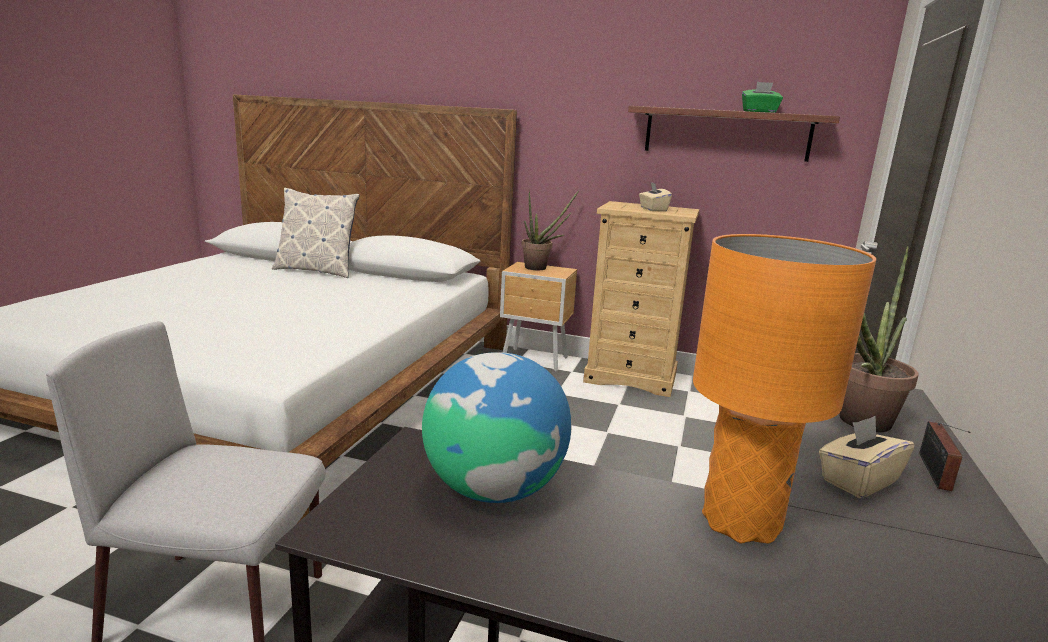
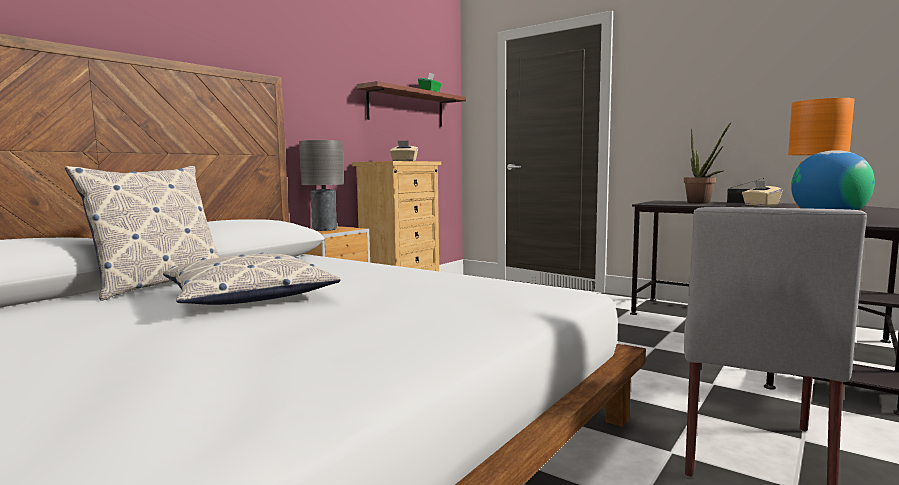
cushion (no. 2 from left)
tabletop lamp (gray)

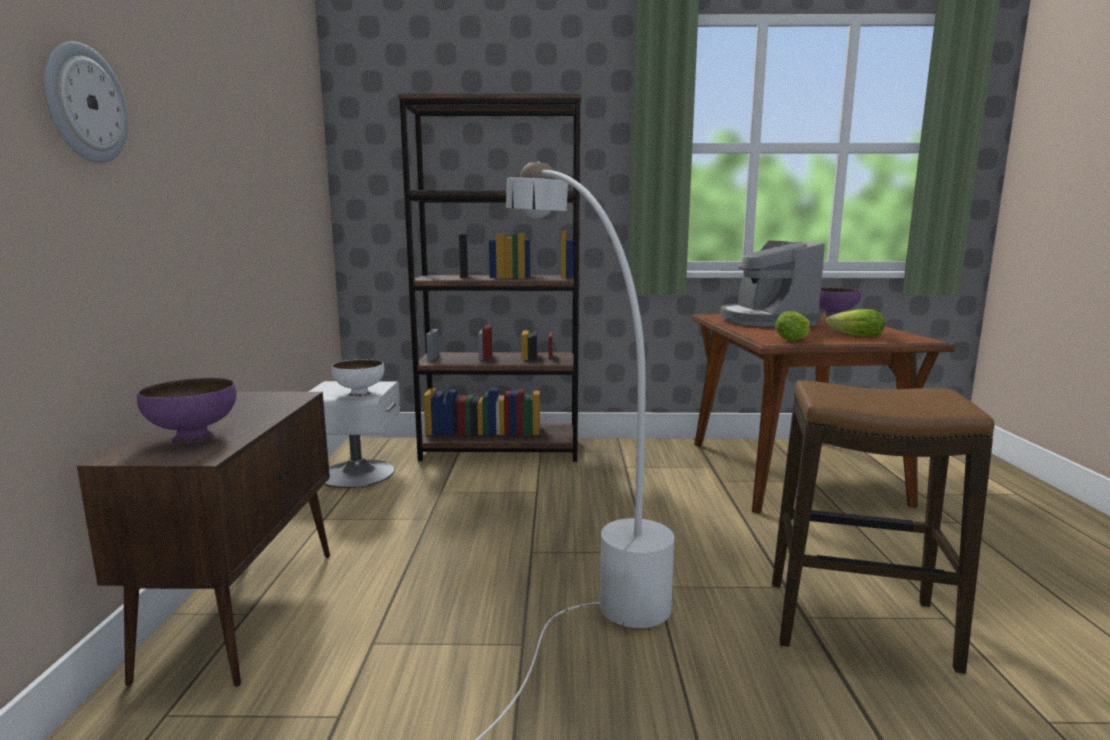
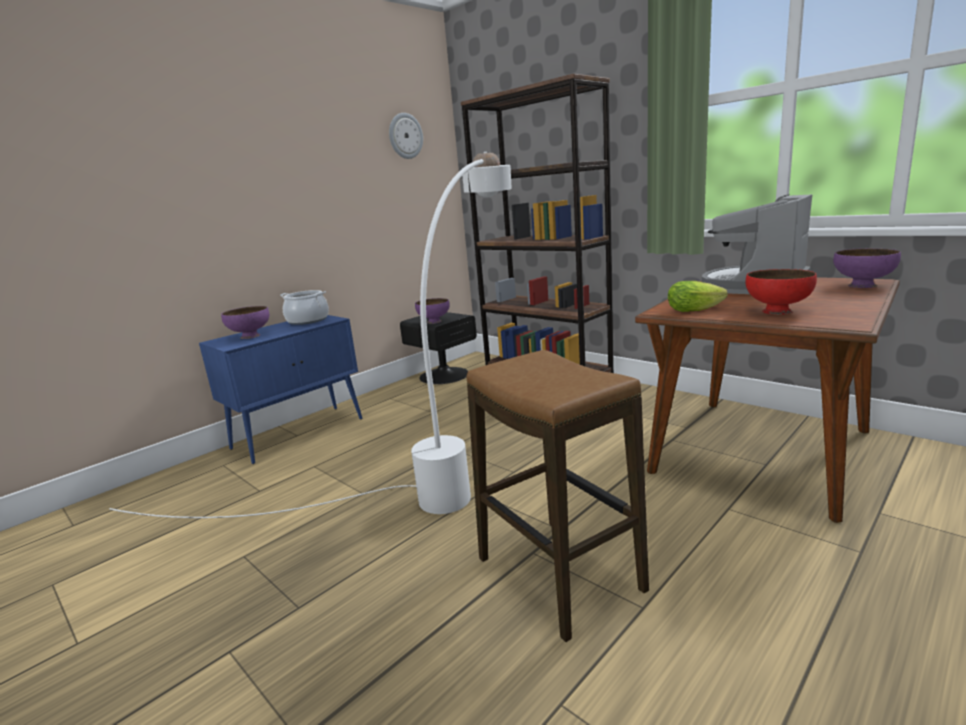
saucepot
wall clock
bowl (red-coloured)
cabinet (blue-coloured)
nightstand (black-coloured)
bowl (purple-coloured) (no. 2 from left)

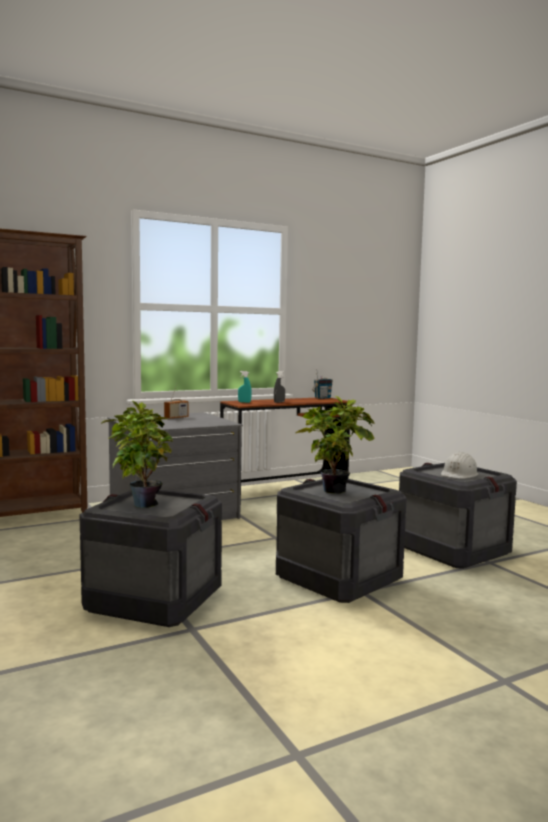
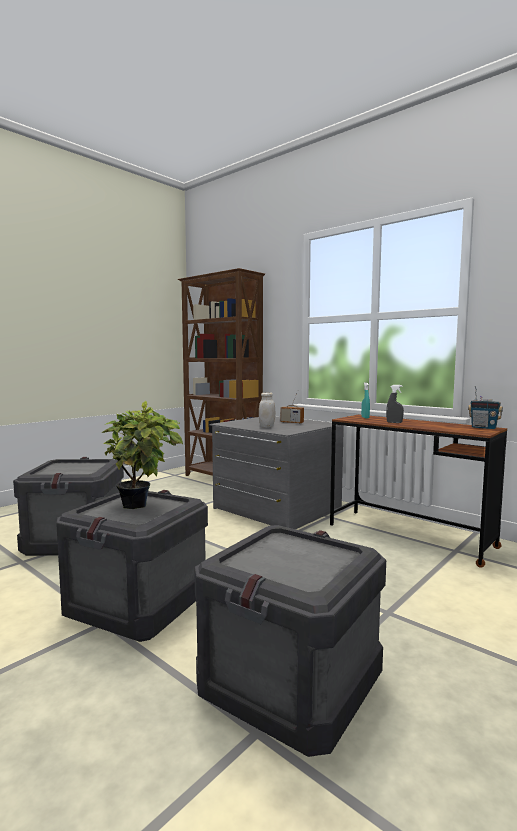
houseplant (no. 1 from left in the first image)
hard hat (white)
jar (white)

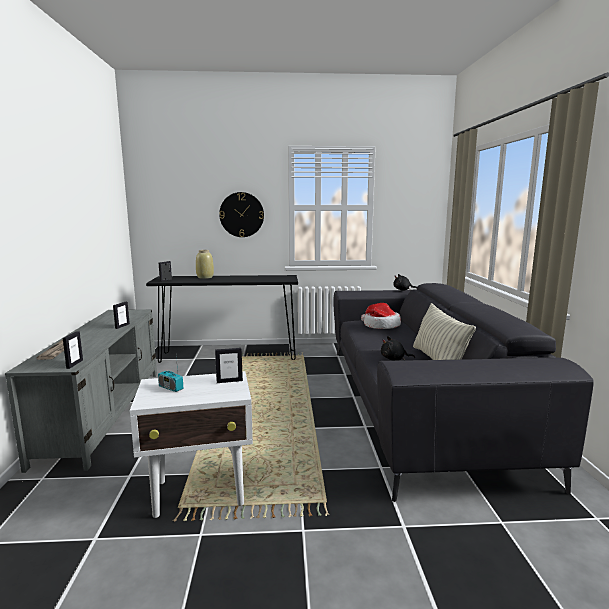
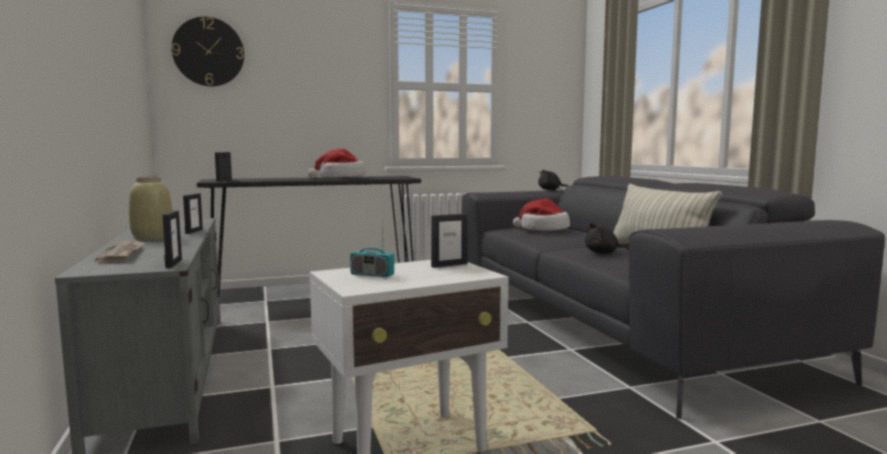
wearable hat (no. 1 from left)
vase (beige-coloured)
wall clock

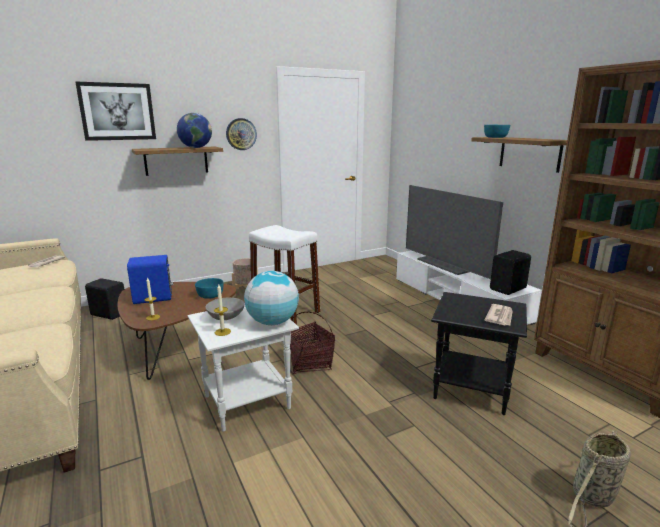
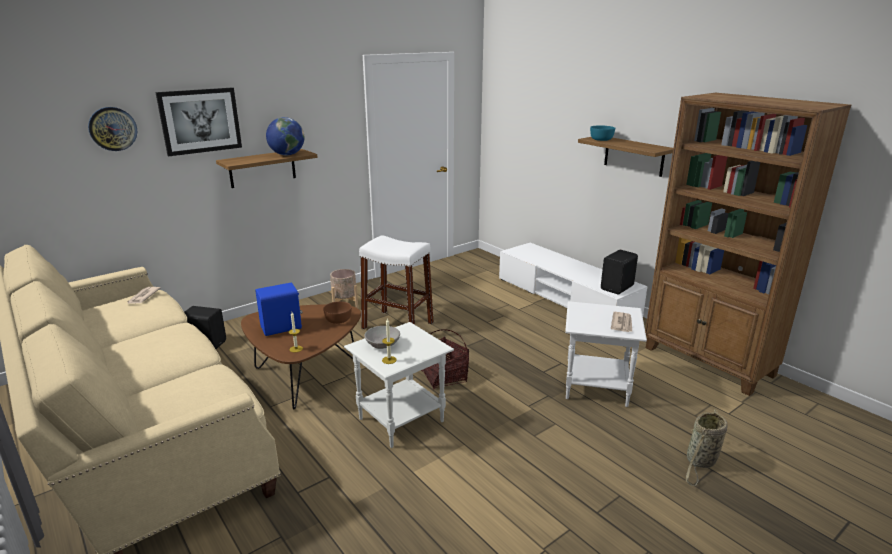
world globe (no. 2 from left in the first image)
television
wall clock
bowl (brown)
end table (white) (no. 2 from left)

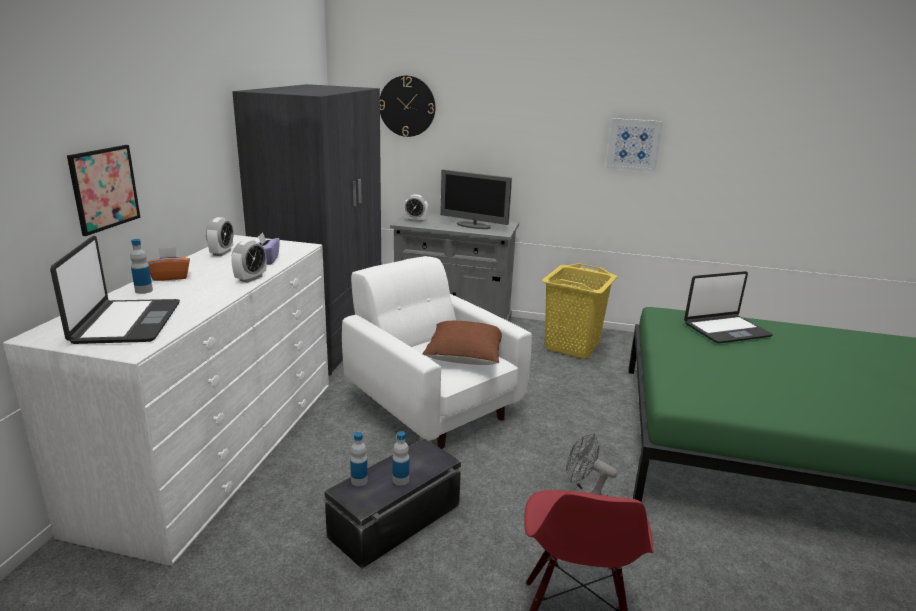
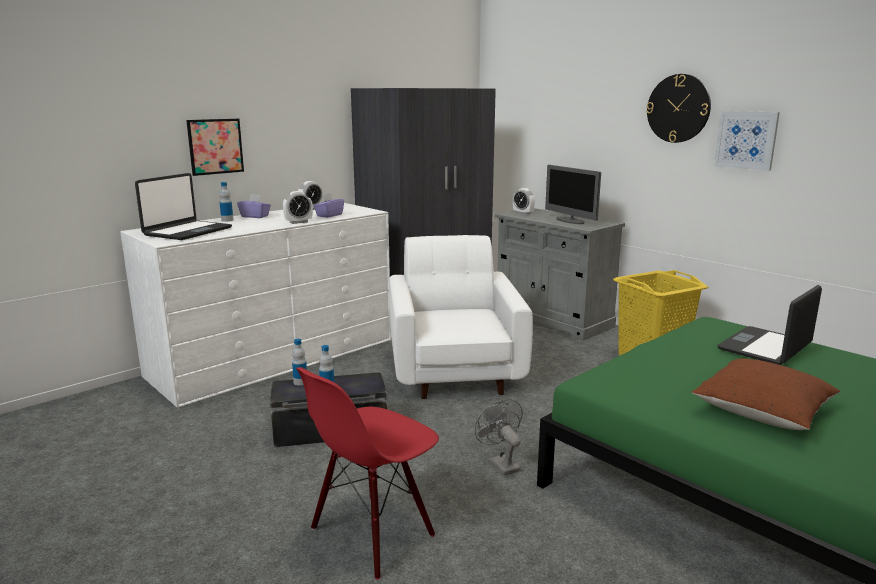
wall clock
cushion (brown)
box of tissues (purple-coloured) (no. 1 from left)
notebook computer (no. 2 from left)

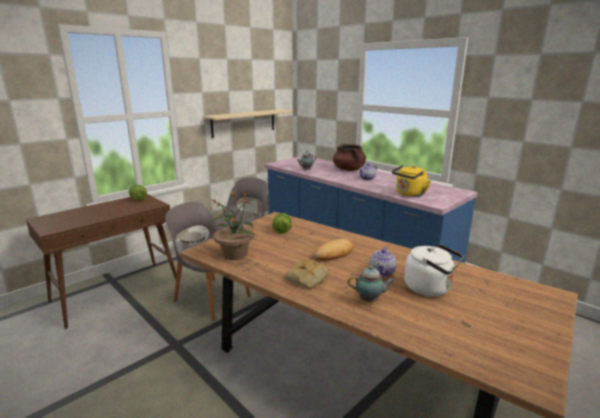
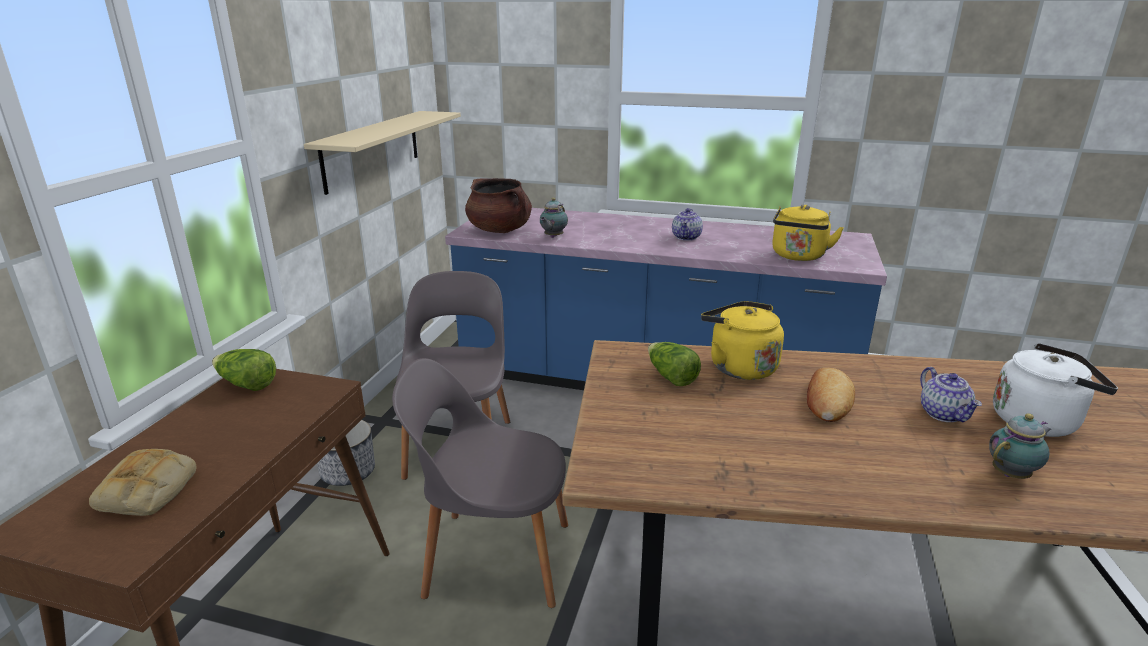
houseplant
tea kettle (yellow) (no. 1 from left)
baked bread (no. 1 from left)
saucepot (brown)

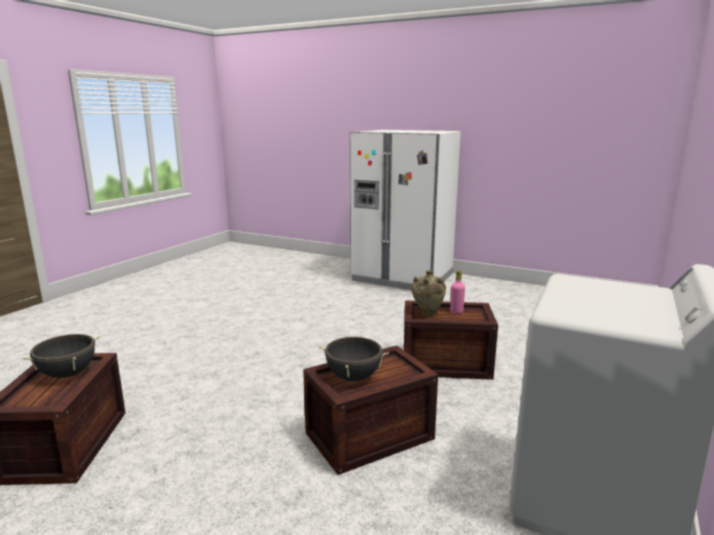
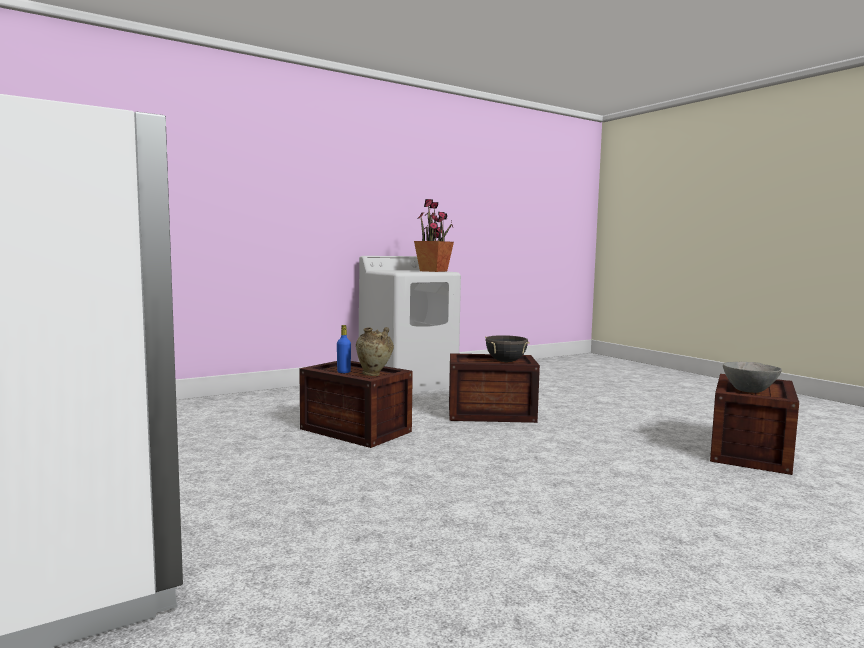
houseplant
bowl (gray)
drink bottle (blue-coloured)

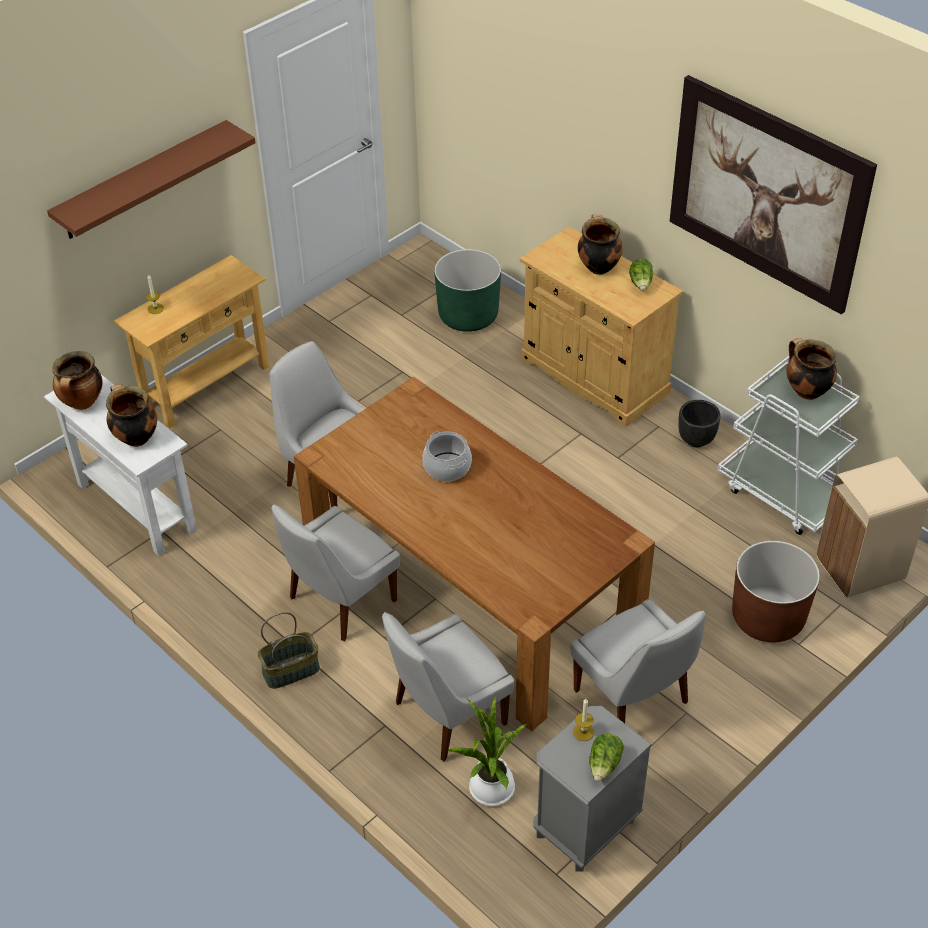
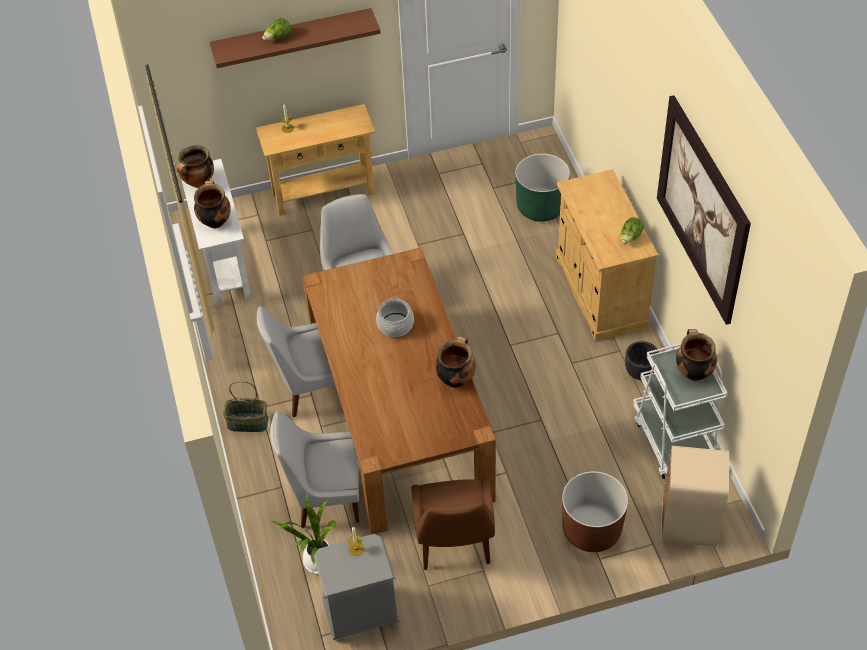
saucepot (no. 4 from left)
head of lettuce (no. 1 from left)
plain chair (brown)

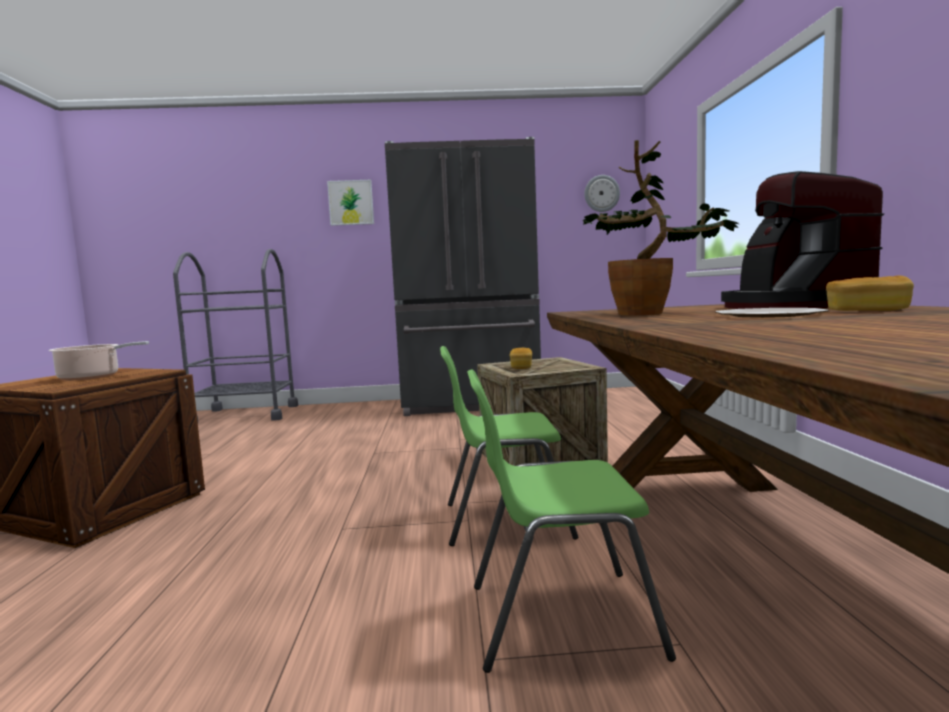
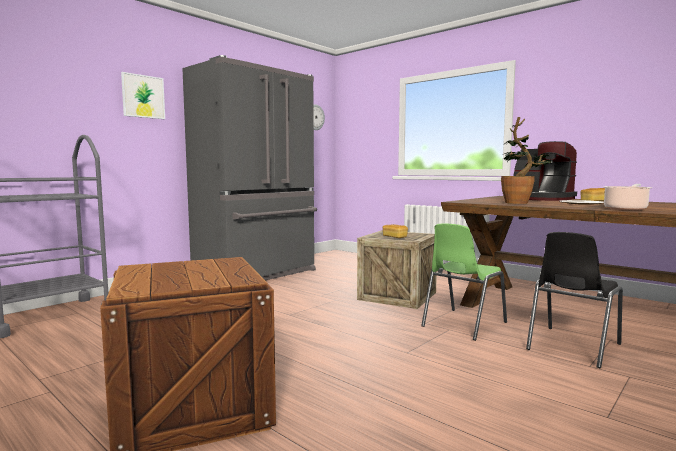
saucepot
plain chair (black-coloured)

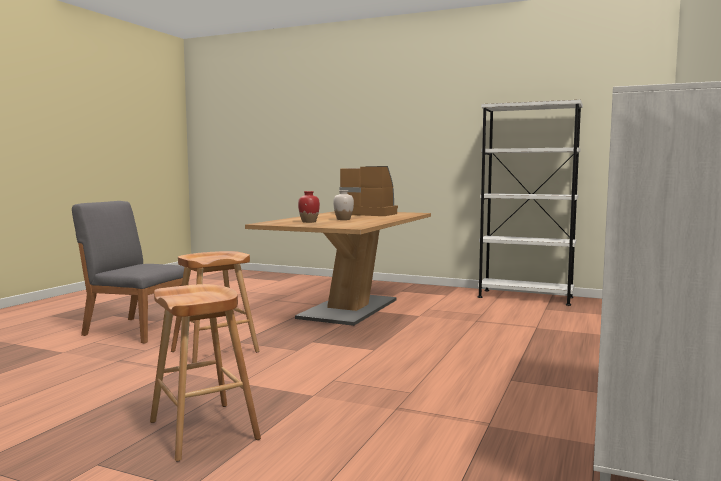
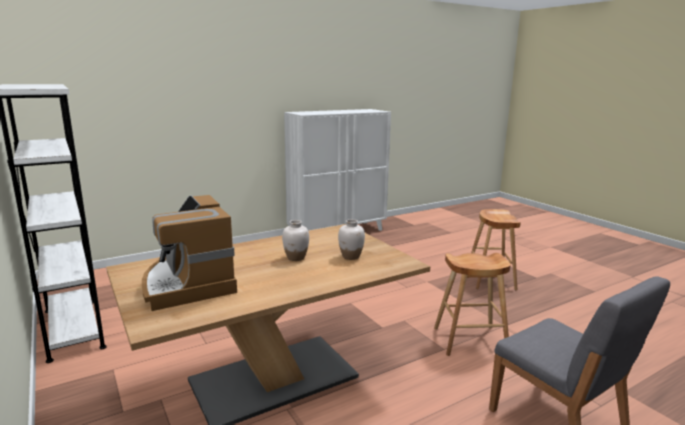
vase (white) (no. 2 from left)

